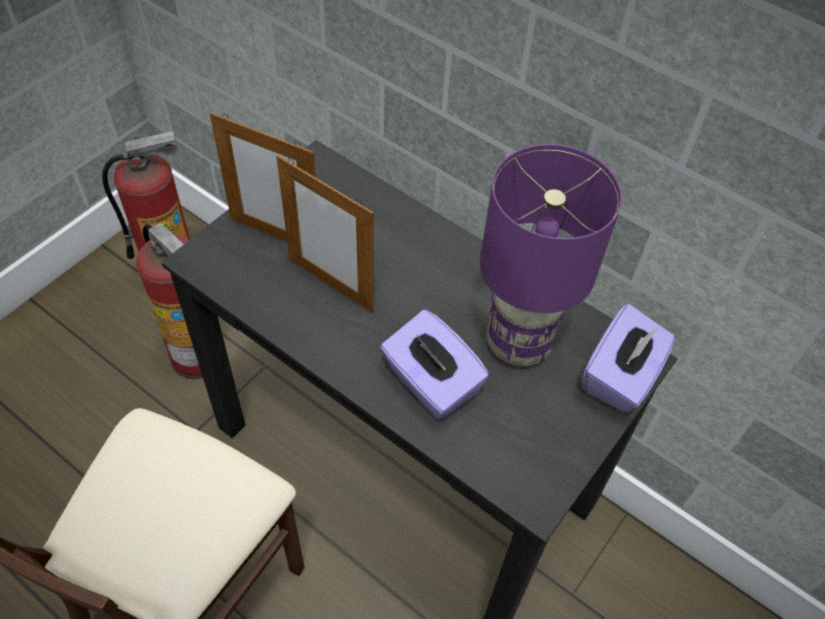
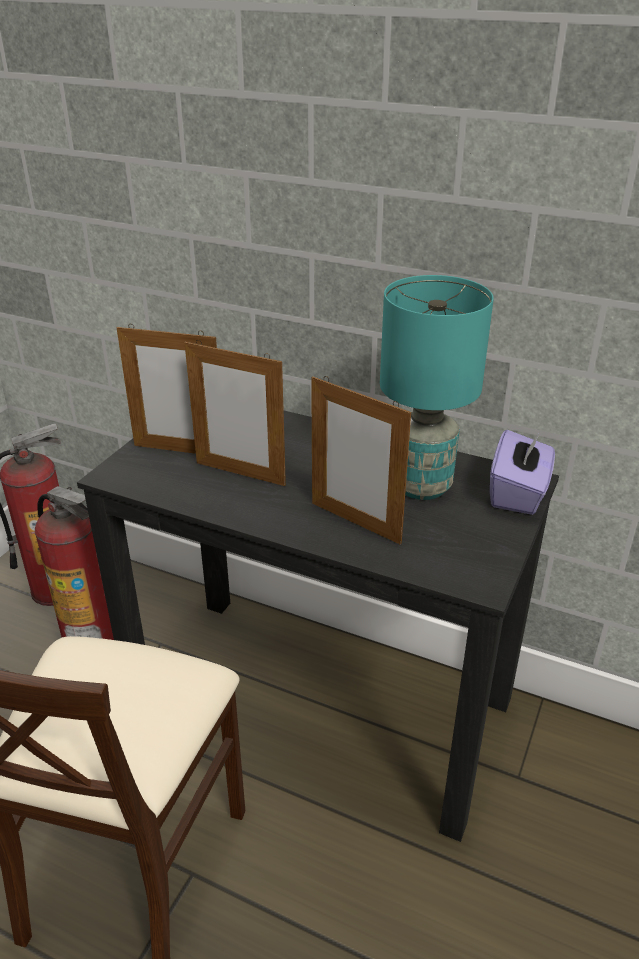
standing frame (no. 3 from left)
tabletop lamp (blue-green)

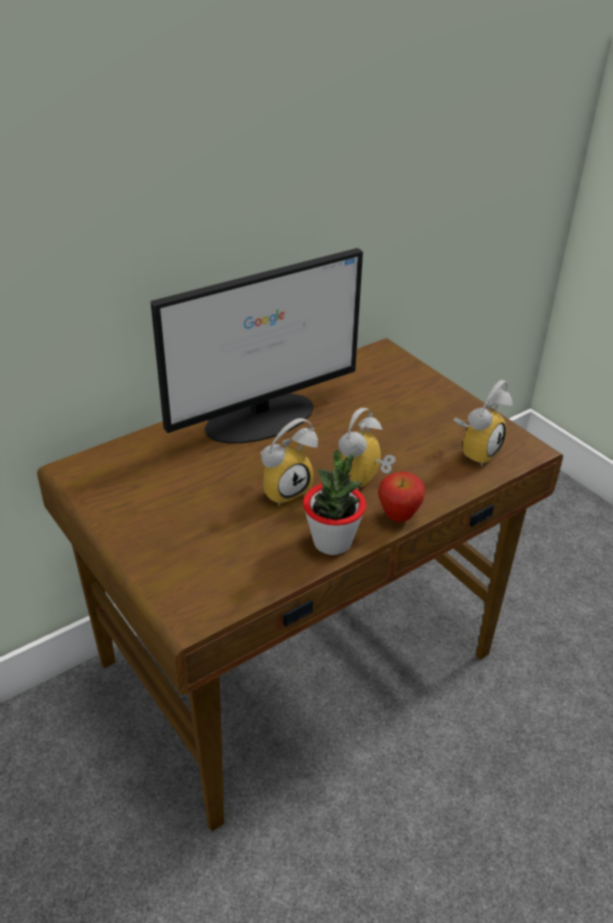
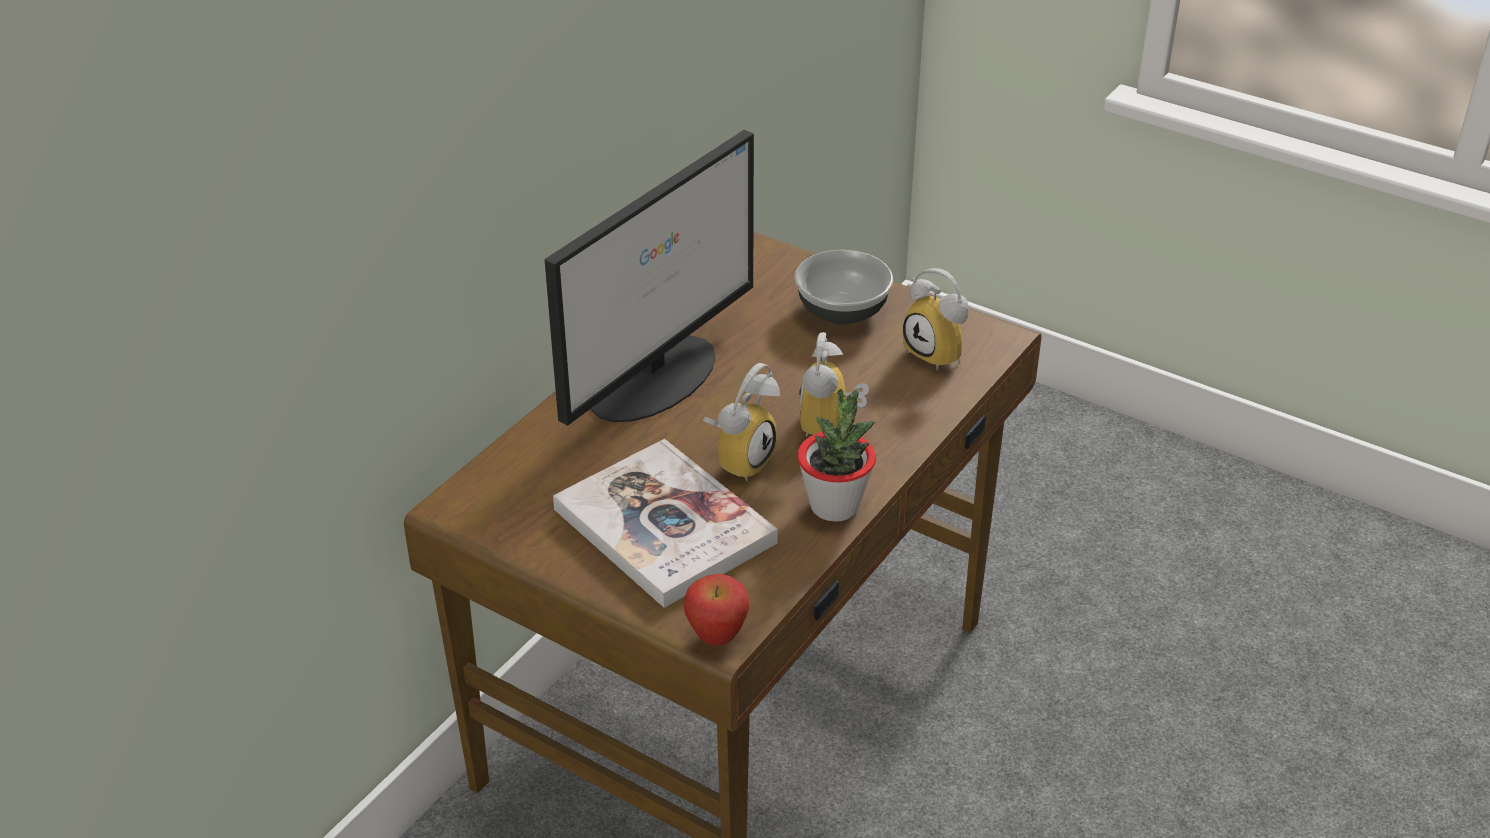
book
bowl
apple fruit
bedside clock (no. 3 from left)

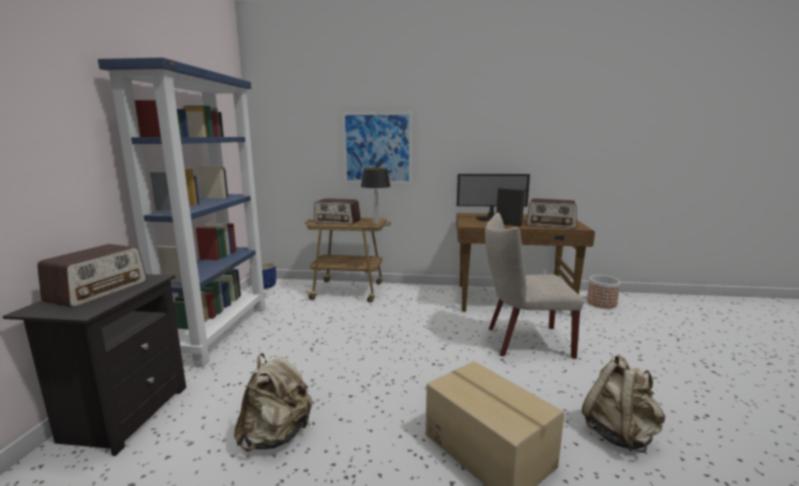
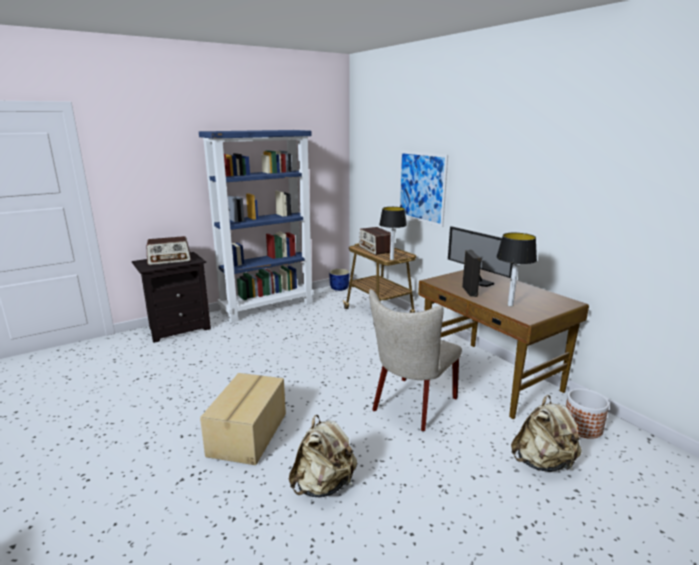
backpack (beige-coloured) (no. 2 from left)
tabletop lamp (no. 2 from left)
plain chair (beige-coloured)

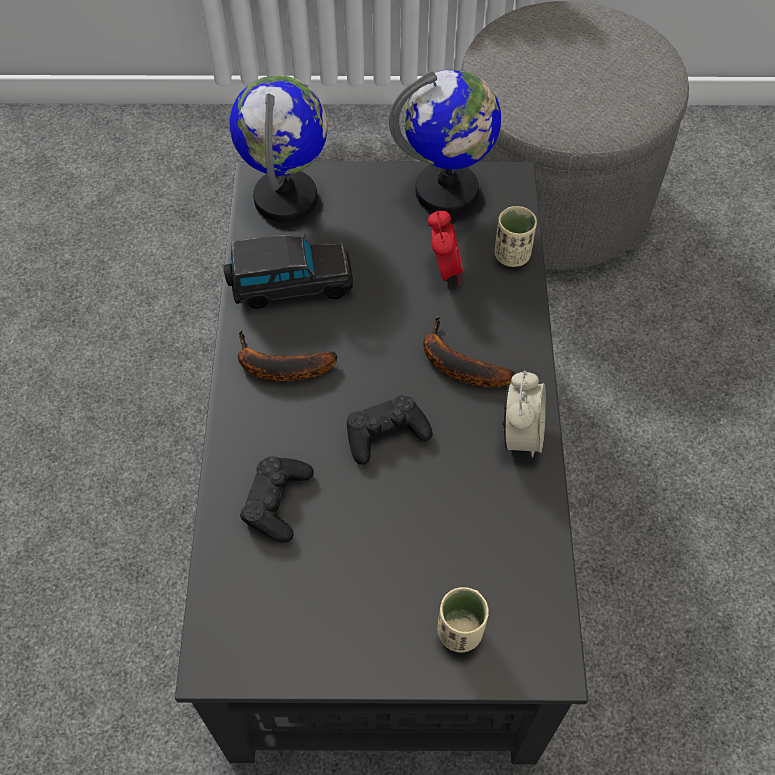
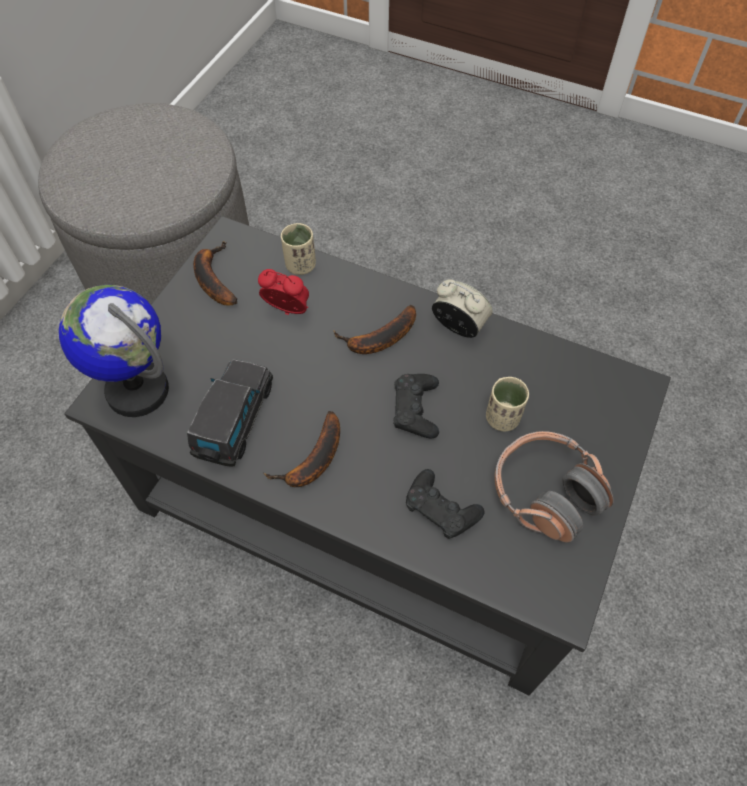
pair of headphones
drinking cup (beige-coloured) (no. 2 from left)
banana fruit (no. 1 from left)

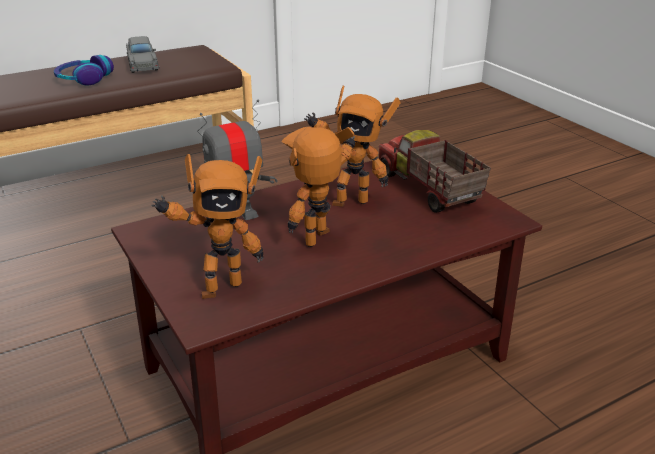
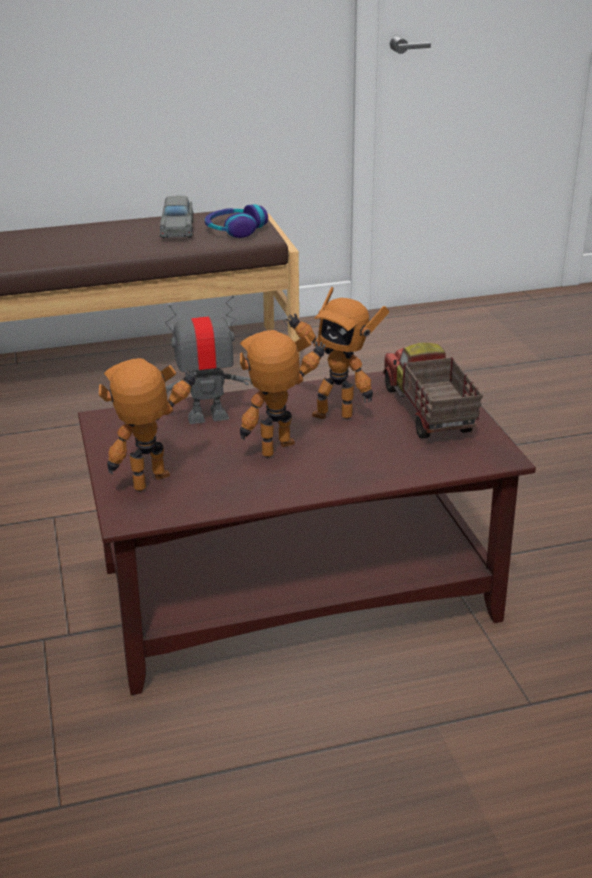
pair of headphones
robot figure (no. 1 from left)

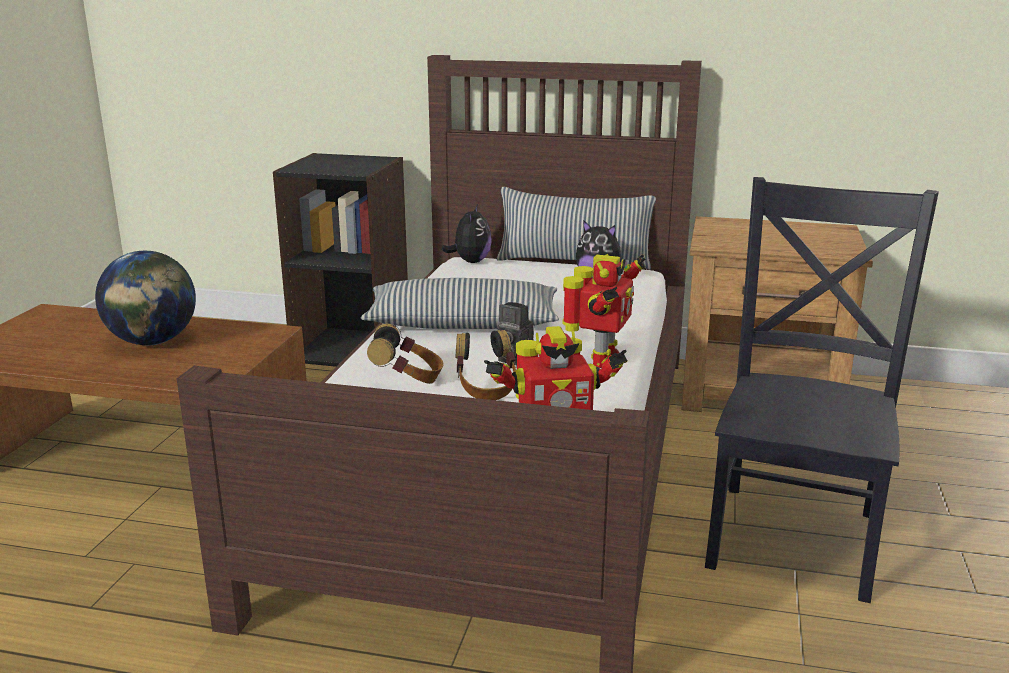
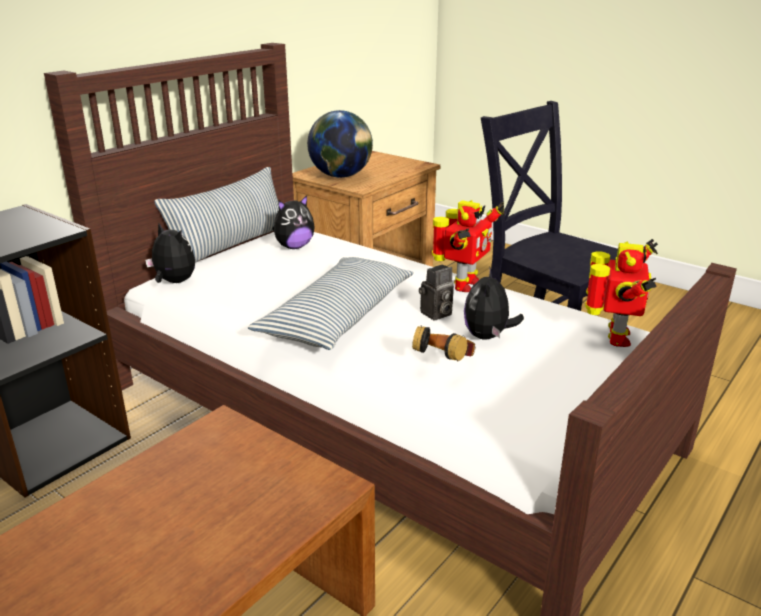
world globe
cuddly toy (no. 3 from left)
robot figure (no. 1 from left)

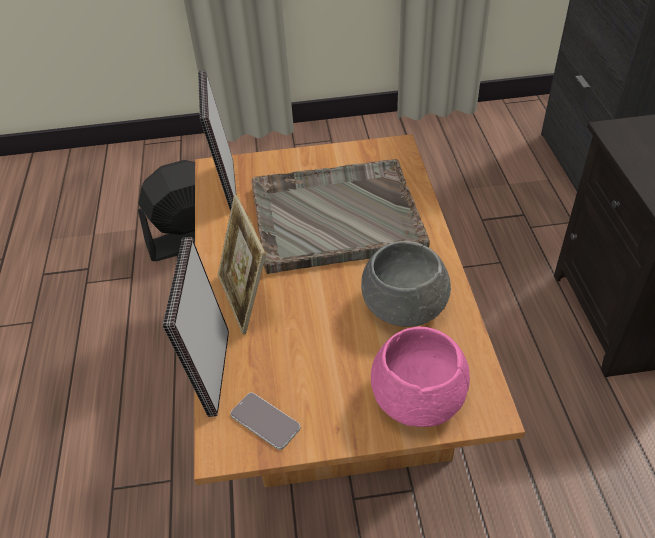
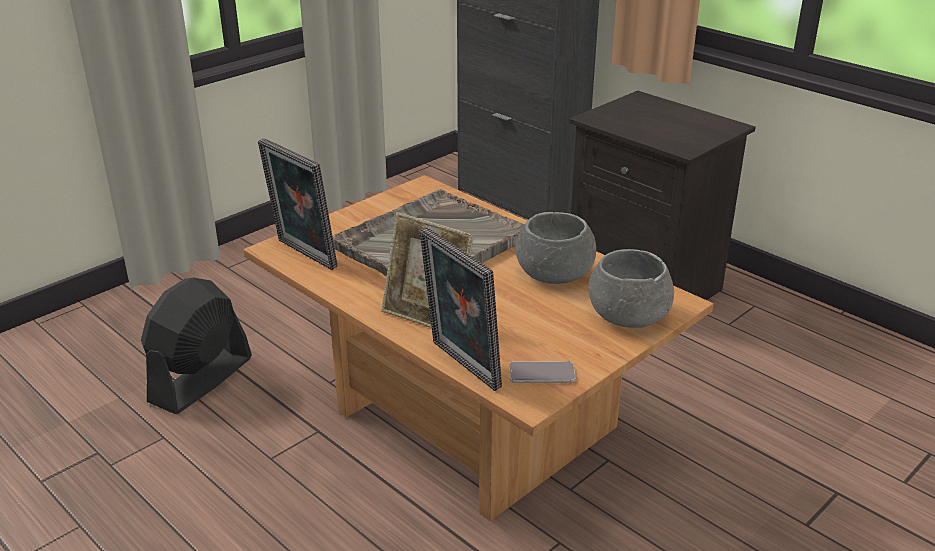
bowl (gray) (no. 2 from left)

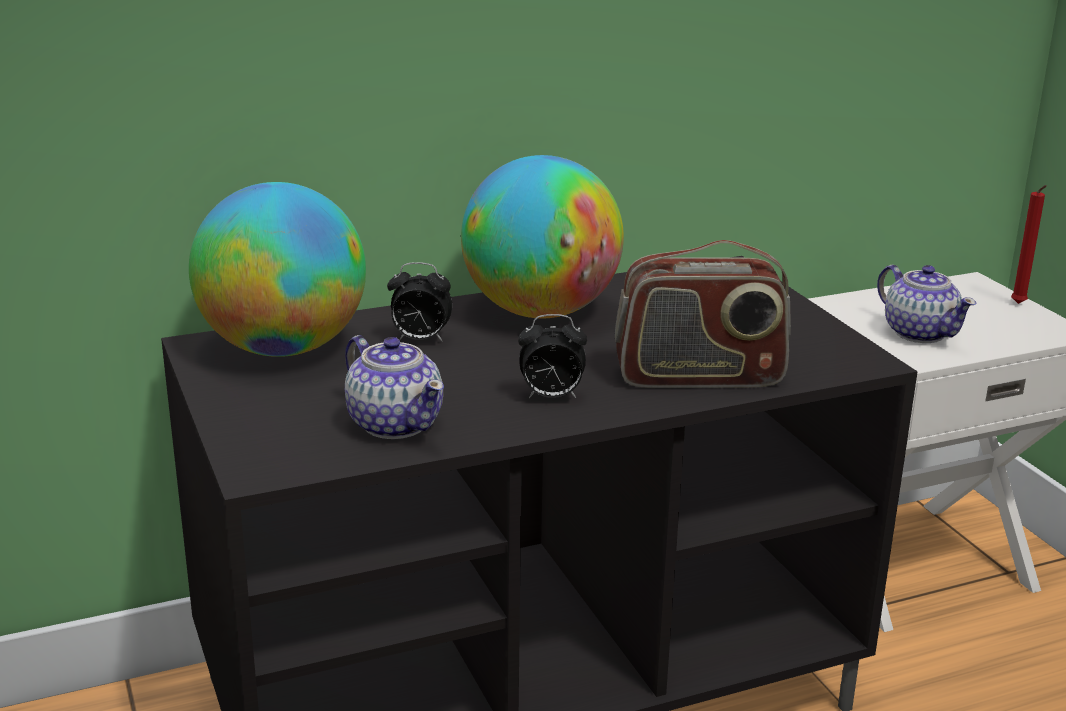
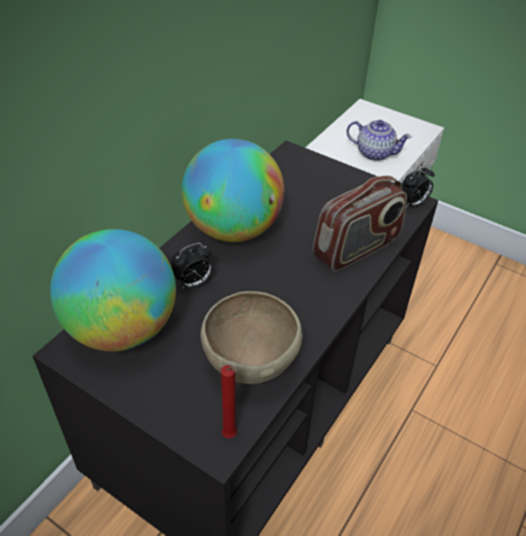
bedside clock (no. 2 from left)
candle (red-coloured)
bowl (brown)

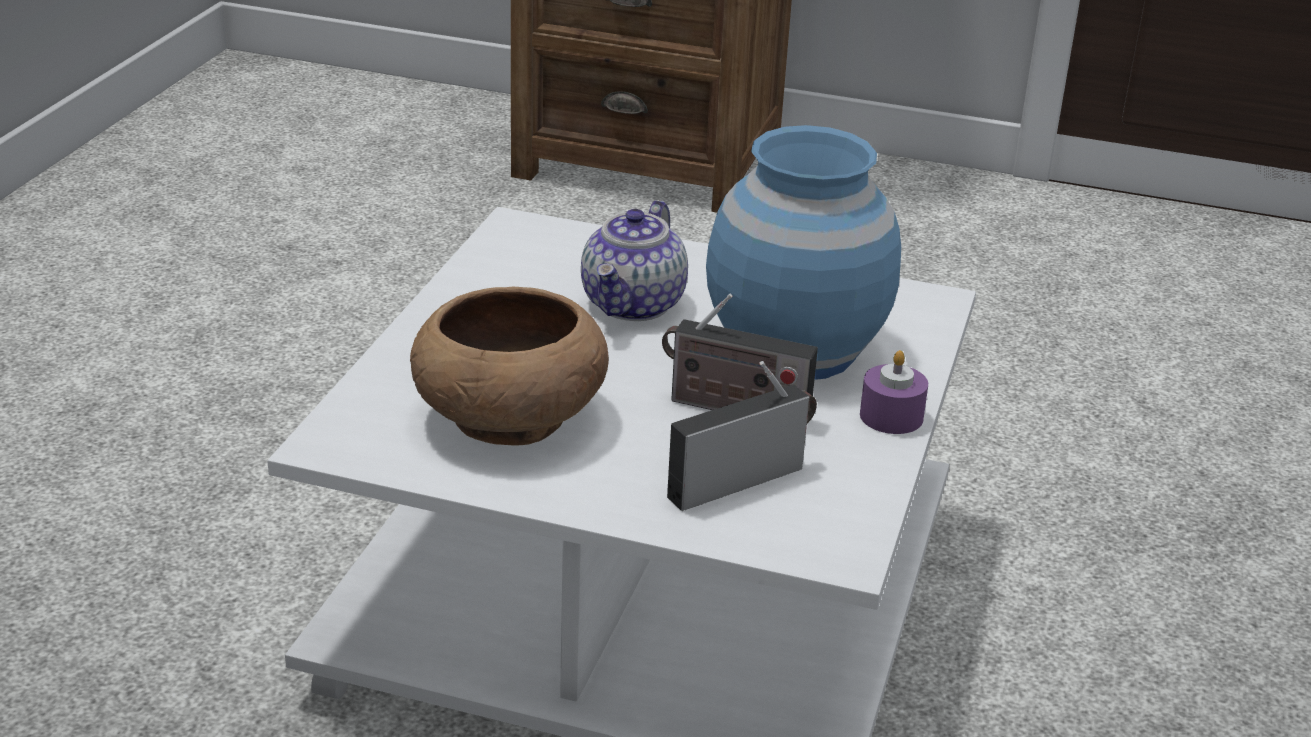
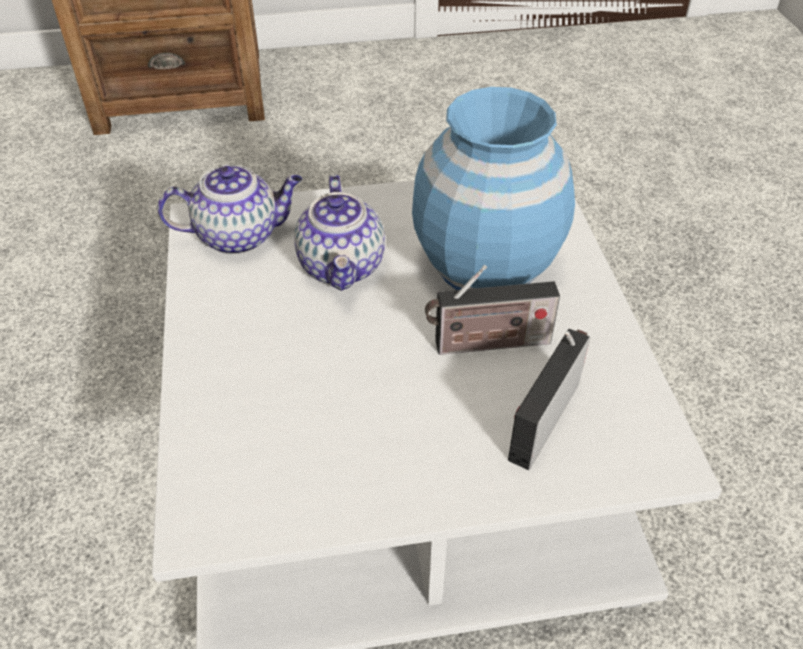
bowl (brown)
candle (purple-coloured)
tea pot (no. 1 from left)

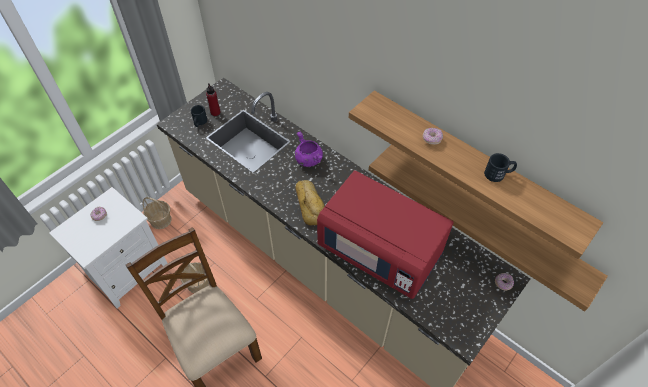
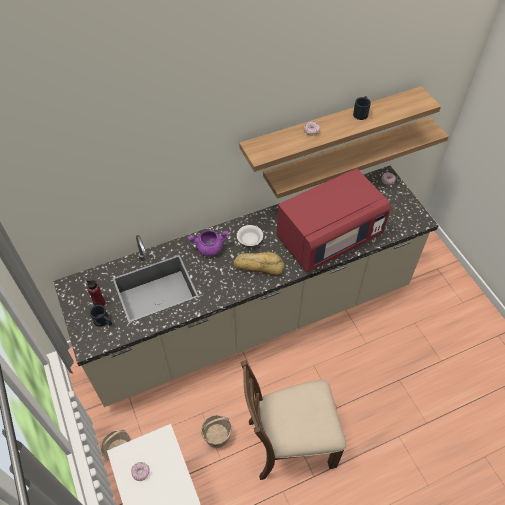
bowl (white)

